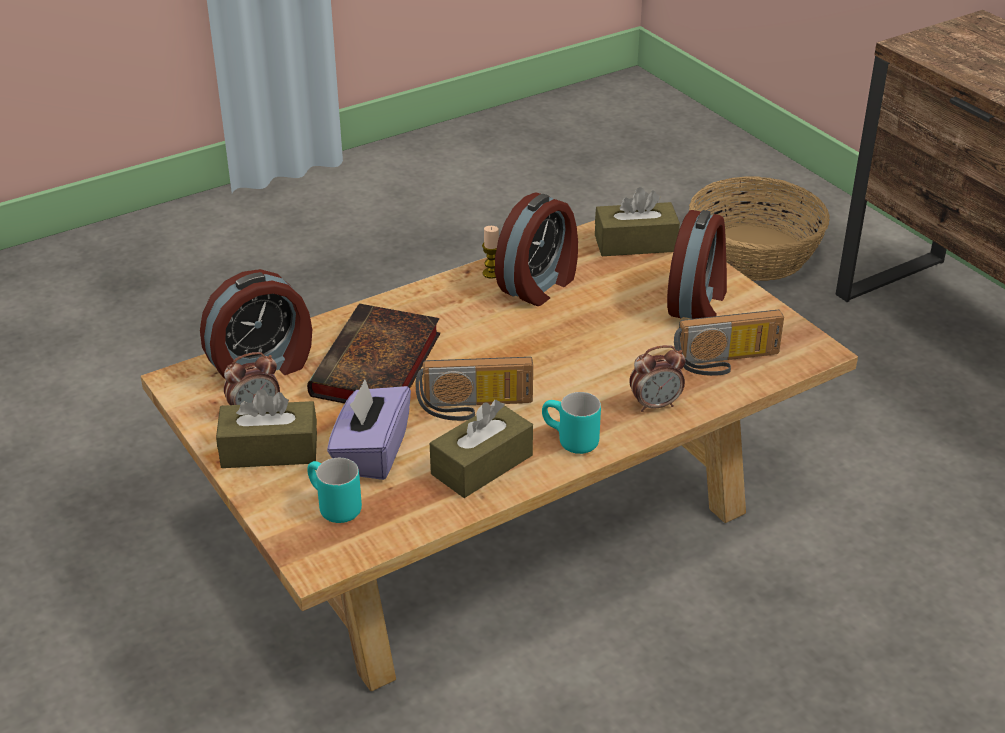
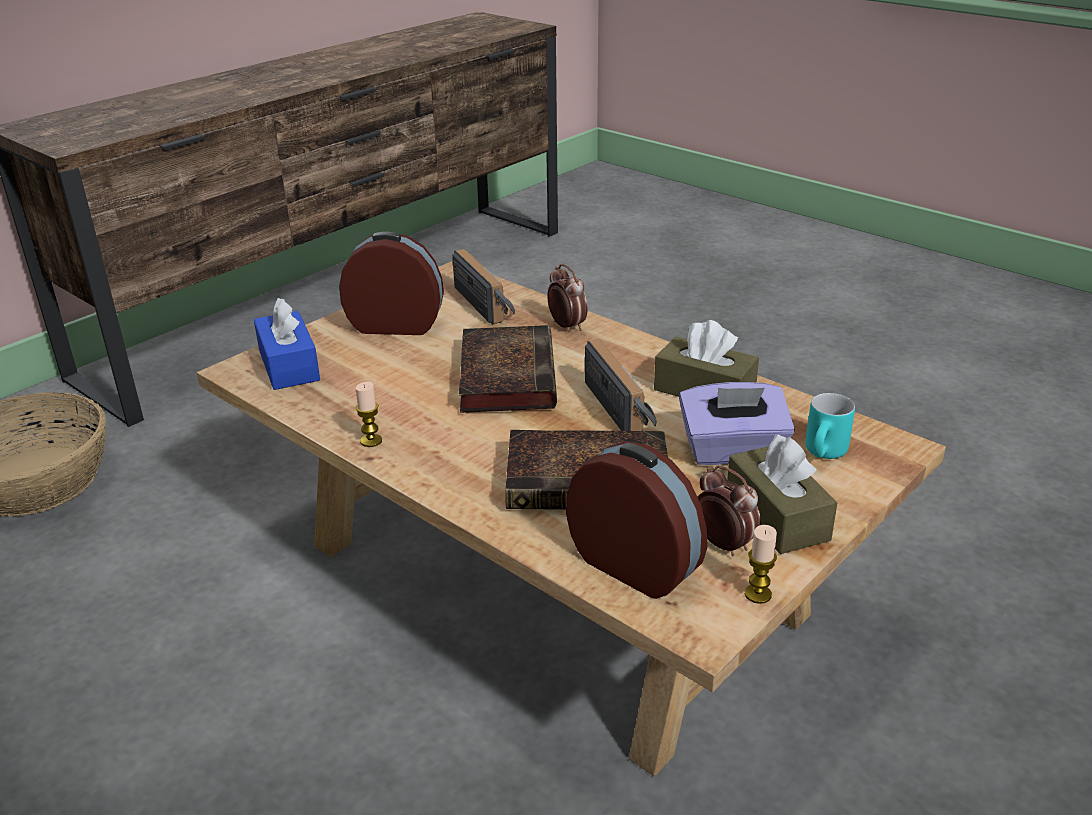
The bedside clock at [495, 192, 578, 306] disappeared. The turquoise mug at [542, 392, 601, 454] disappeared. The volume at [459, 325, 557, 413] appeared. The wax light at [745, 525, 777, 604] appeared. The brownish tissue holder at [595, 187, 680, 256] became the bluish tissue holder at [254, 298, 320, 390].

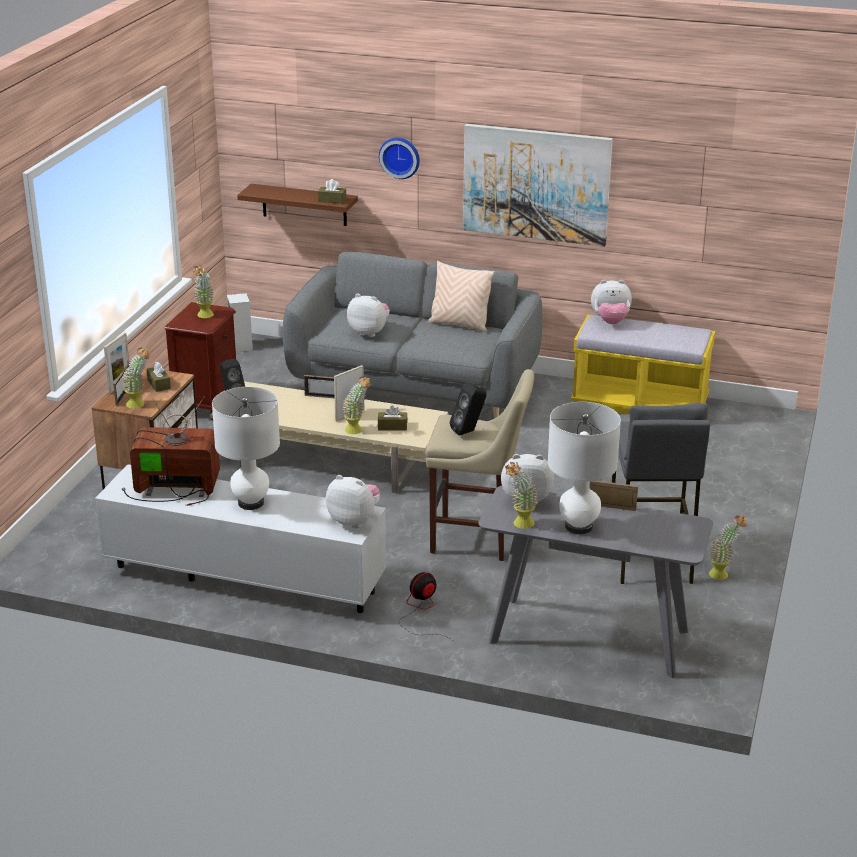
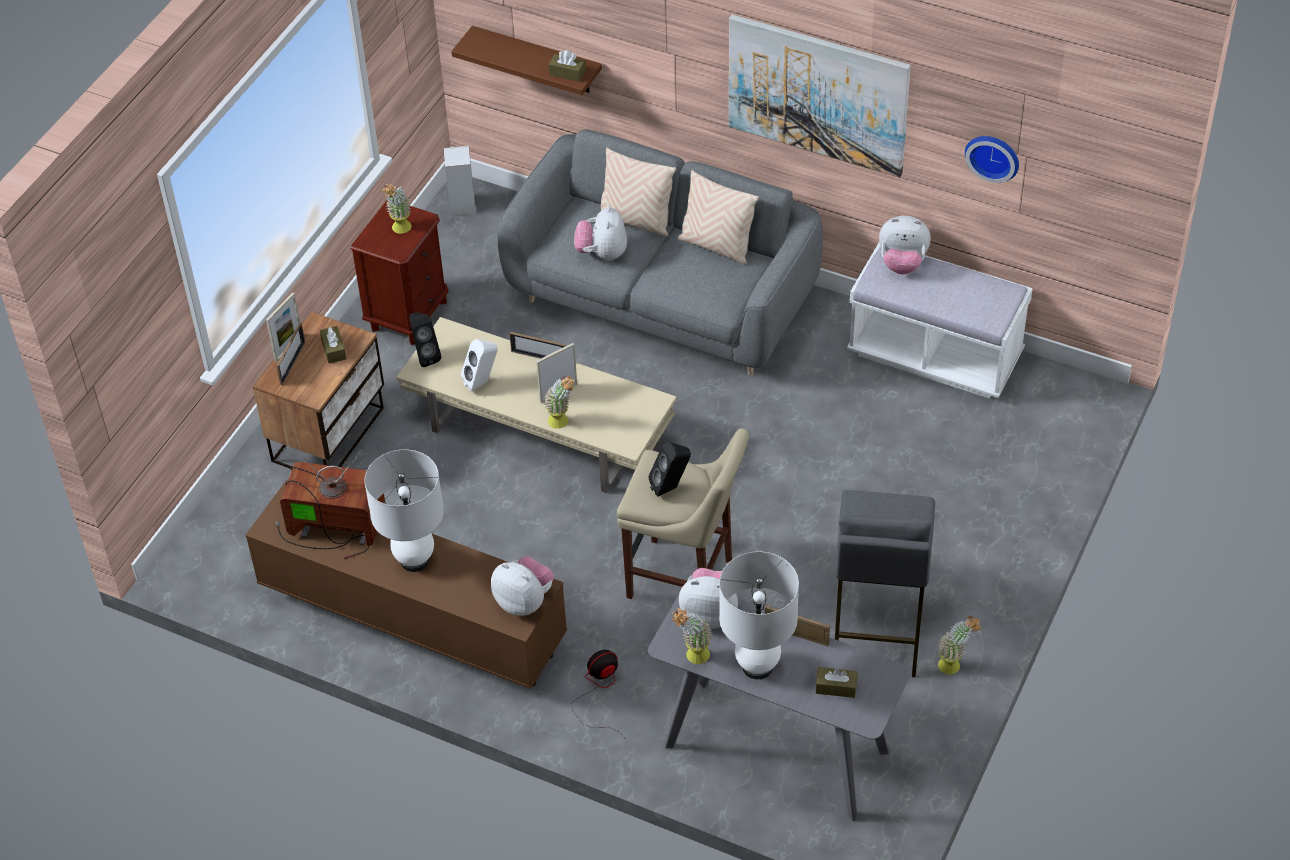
The potted plant at [122, 347, 150, 409] disappeared. The white-coloured audio speaker at [461, 339, 497, 392] appeared. The beige cushion at [597, 147, 676, 236] appeared. The brownish tissue holder moved from [378, 405, 407, 431] to [816, 667, 858, 698]. The clock on the wall moved from [379, 138, 420, 179] to [965, 136, 1019, 183]. The white-coloured media console at [95, 464, 386, 613] became the brownish media console at [245, 480, 567, 689]. The yellowish indoor bench at [571, 315, 715, 414] became the white-coloured indoor bench at [847, 243, 1033, 398]. The soft toy at [347, 293, 390, 337] turned 120 degrees counterclockwise.

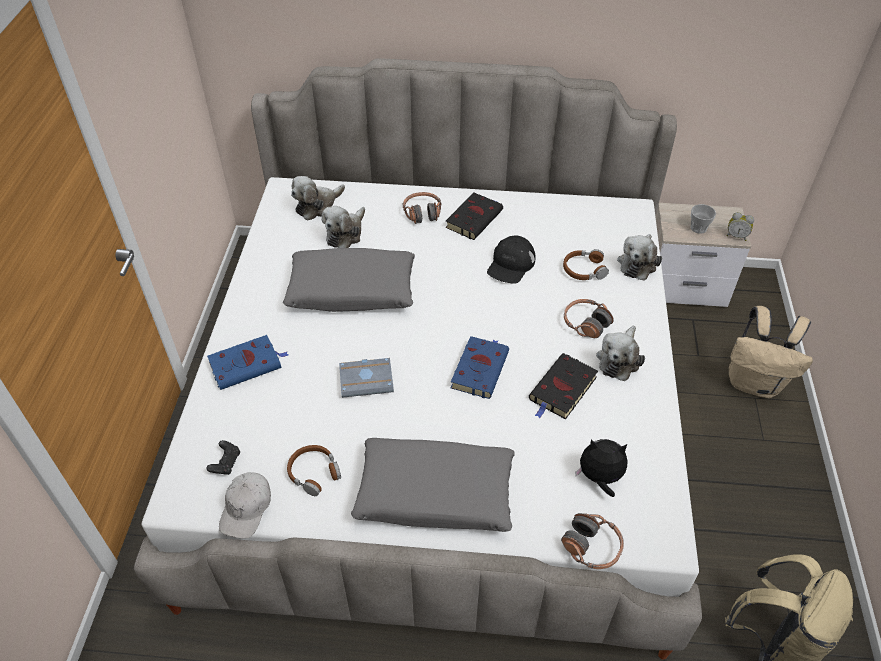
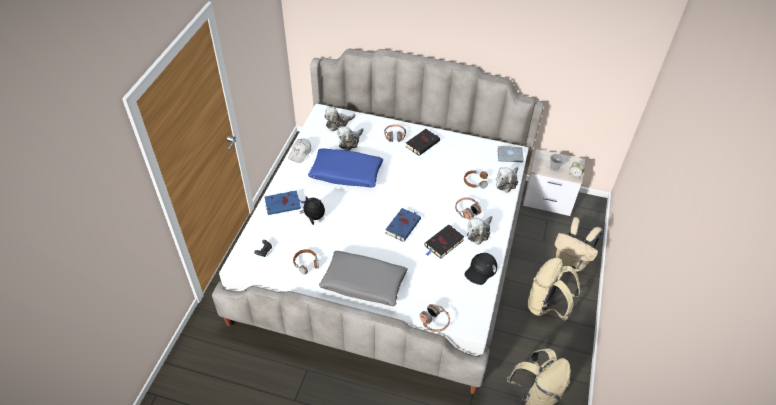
The beige rucksack at [528, 258, 580, 321] appeared. The white-coloured baseball cap moved from [219, 472, 271, 539] to [288, 138, 311, 163]. The grey volume moved from [339, 358, 394, 398] to [497, 146, 524, 162]. The blackish baseball cap moved from [487, 236, 536, 284] to [464, 253, 497, 285]. The soft toy moved from [575, 439, 627, 497] to [300, 196, 325, 225]. The grey cushion at [283, 248, 415, 312] became the bluish cushion at [308, 148, 383, 188].

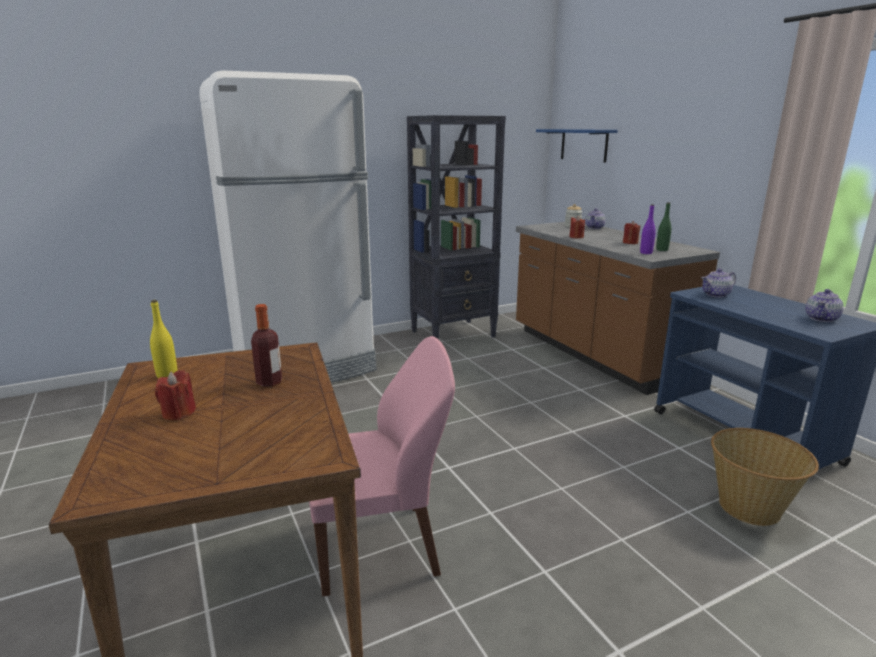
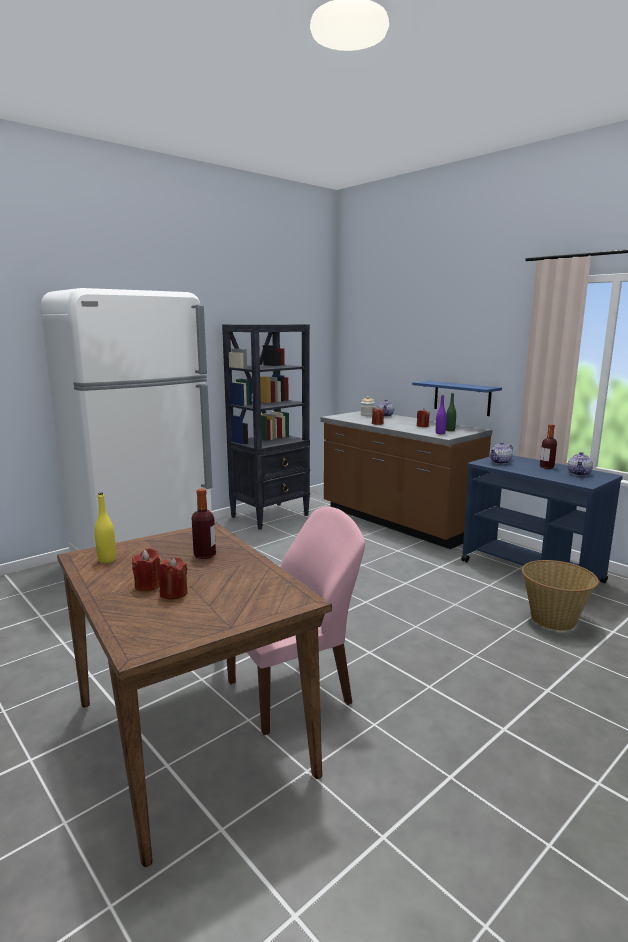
The reddish wax light at [159, 557, 188, 599] appeared. The bottle at [540, 424, 557, 469] appeared. The bluish shelf moved from [536, 129, 618, 163] to [412, 381, 502, 416].

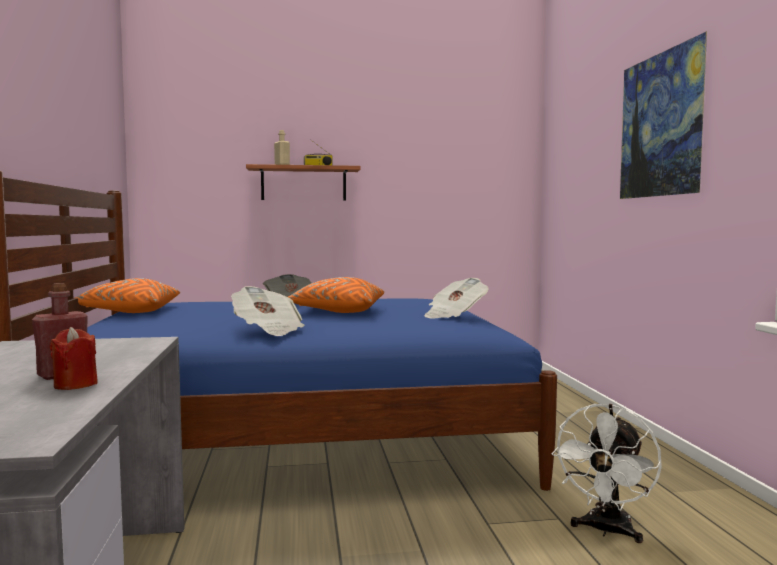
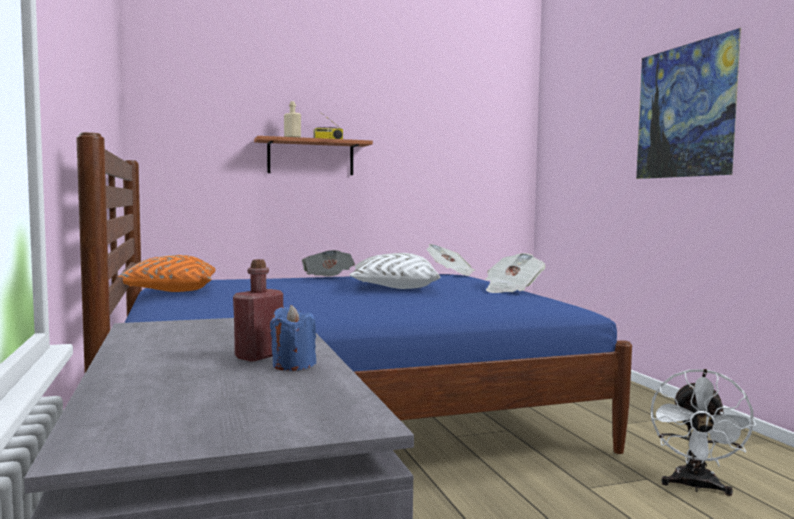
The printed paper moved from [231, 286, 305, 336] to [427, 244, 475, 276]. The reddish wax light at [50, 327, 98, 390] became the bluish wax light at [270, 305, 316, 371]. The orange cushion at [288, 277, 384, 313] became the white-coloured cushion at [350, 253, 440, 289].

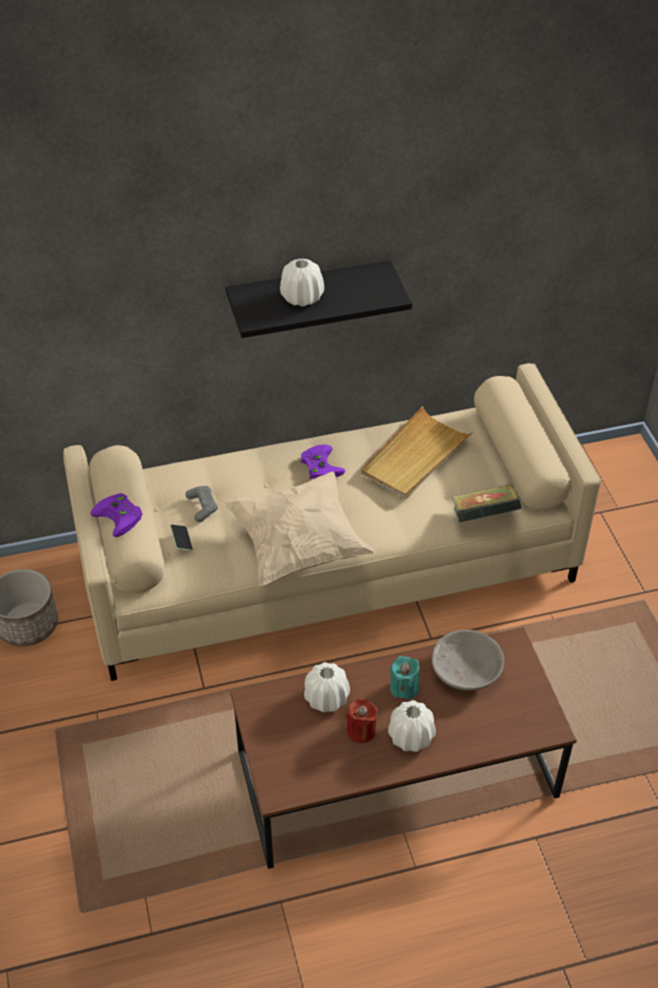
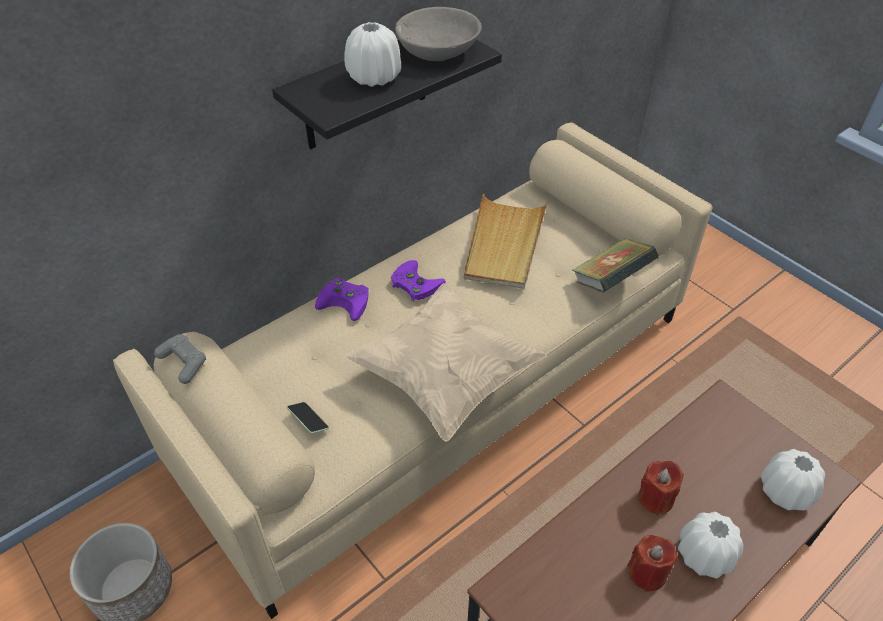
The purple joypad moved from [90, 493, 142, 537] to [315, 278, 369, 321]. The grey joypad moved from [185, 486, 218, 522] to [154, 334, 206, 384]. The white-coloured vase moved from [304, 662, 350, 712] to [761, 449, 825, 511]. The grey serving bowl moved from [432, 630, 504, 691] to [395, 7, 482, 61]. The turquoise wax light at [390, 656, 419, 700] became the reddish wax light at [639, 461, 684, 515].

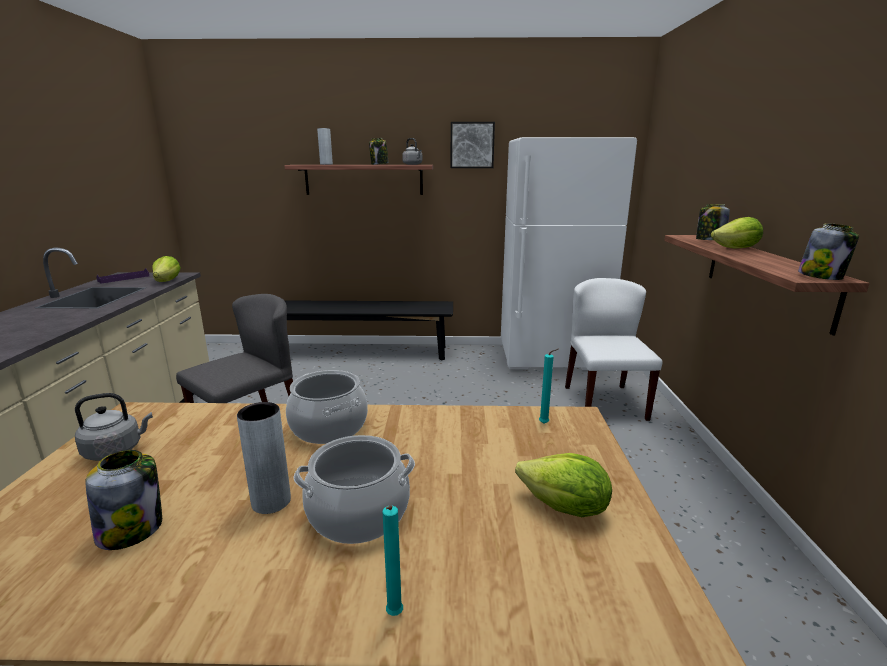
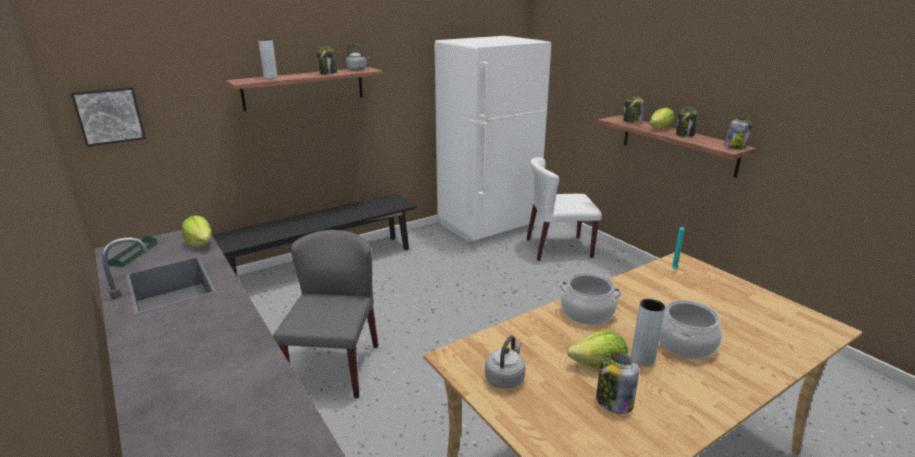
The turquoise wax light at [383, 506, 403, 616] disappeared. The storage jar at [676, 107, 697, 137] appeared. The wall art moved from [451, 122, 495, 168] to [71, 87, 146, 147]. The lettuce head moved from [515, 453, 612, 517] to [567, 331, 628, 368]. The purple tray at [96, 268, 149, 284] became the green tray at [108, 235, 157, 267]. The white-coloured chair at [565, 278, 663, 421] turned 60 degrees counterclockwise.

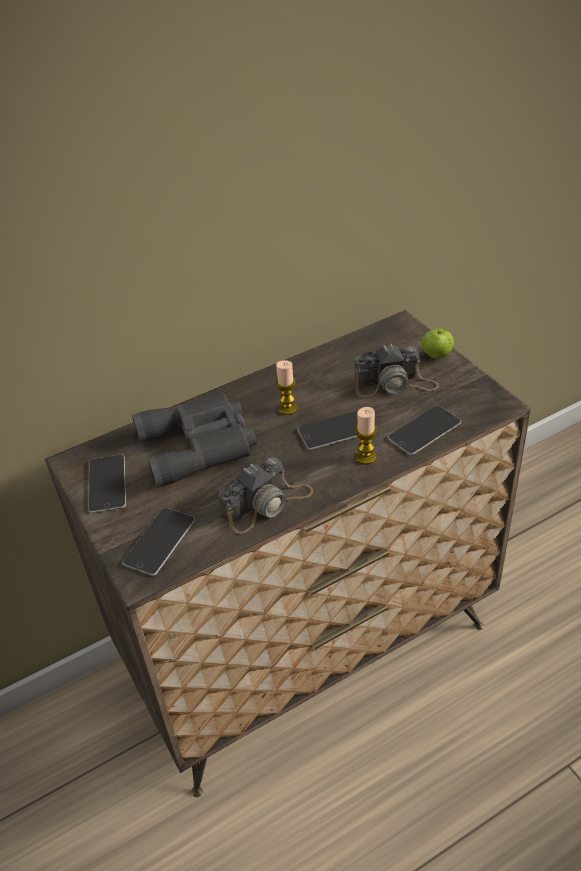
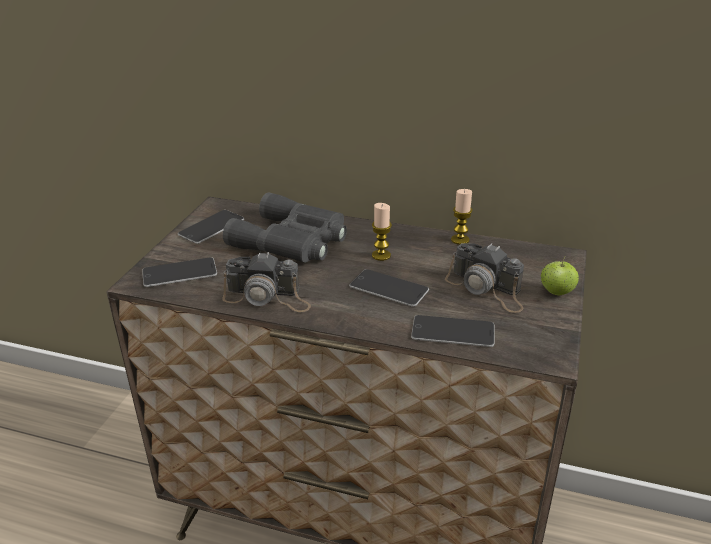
The wax light moved from [355, 407, 377, 465] to [451, 189, 473, 245].

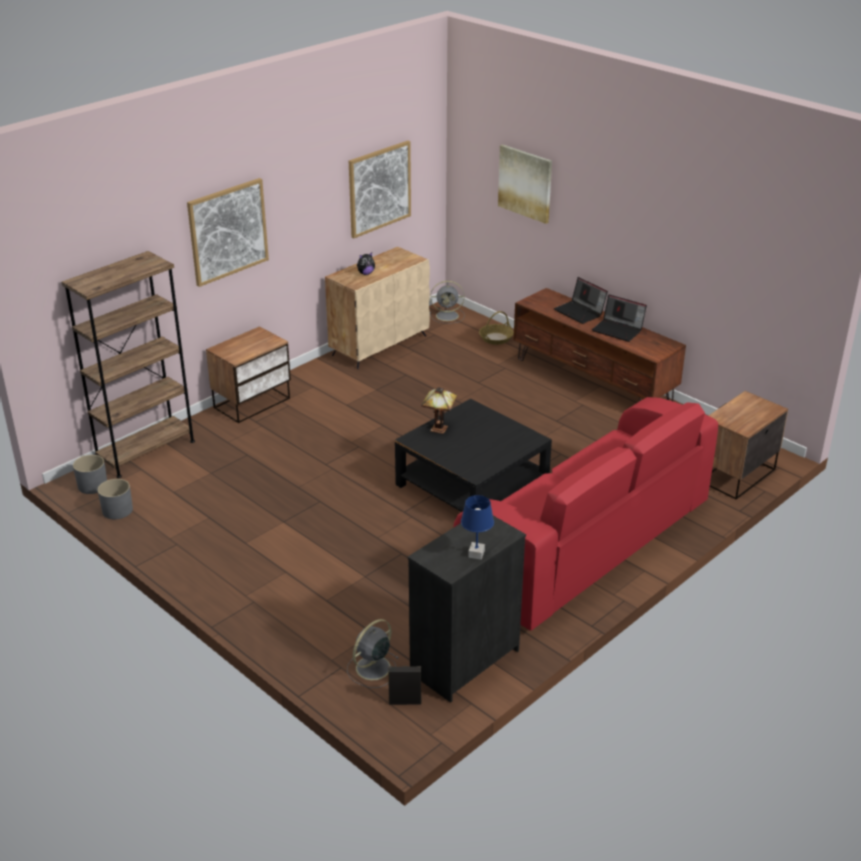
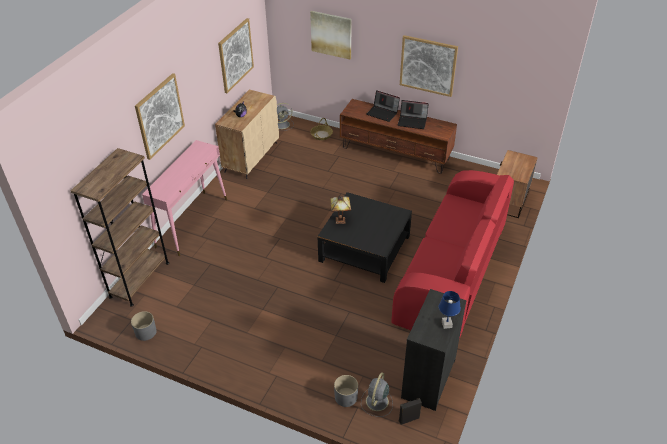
The wall art at [400, 35, 458, 97] appeared. The grey planter moved from [73, 455, 107, 494] to [334, 375, 358, 407]. The nightstand at [206, 326, 291, 423] was replaced by the pink-coloured hall table at [142, 140, 227, 256].

